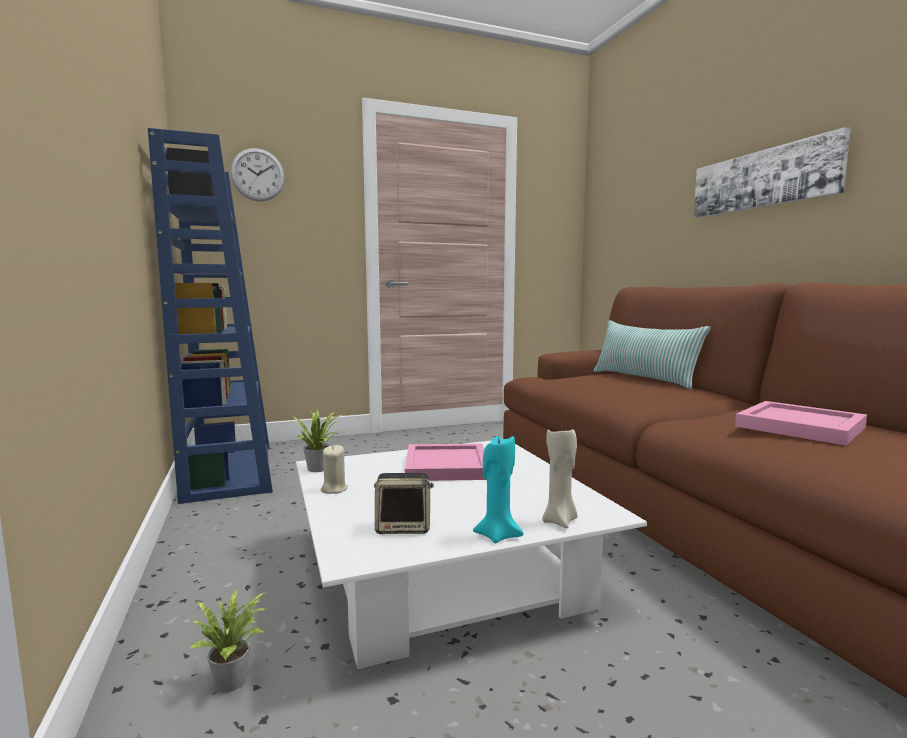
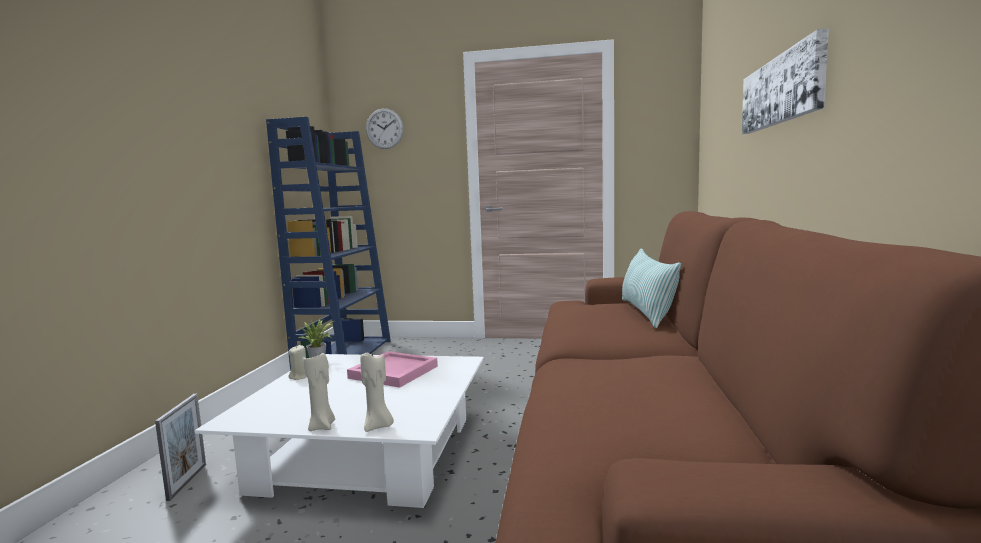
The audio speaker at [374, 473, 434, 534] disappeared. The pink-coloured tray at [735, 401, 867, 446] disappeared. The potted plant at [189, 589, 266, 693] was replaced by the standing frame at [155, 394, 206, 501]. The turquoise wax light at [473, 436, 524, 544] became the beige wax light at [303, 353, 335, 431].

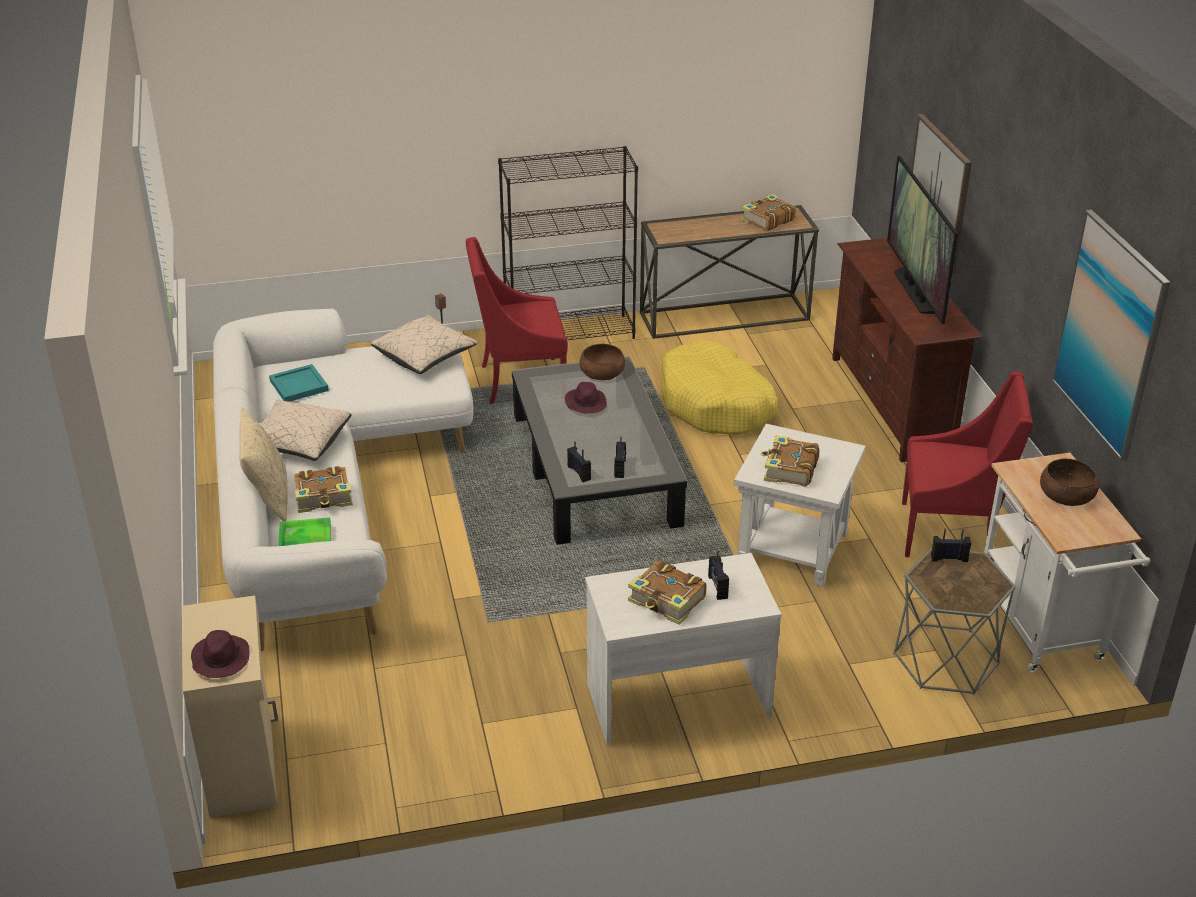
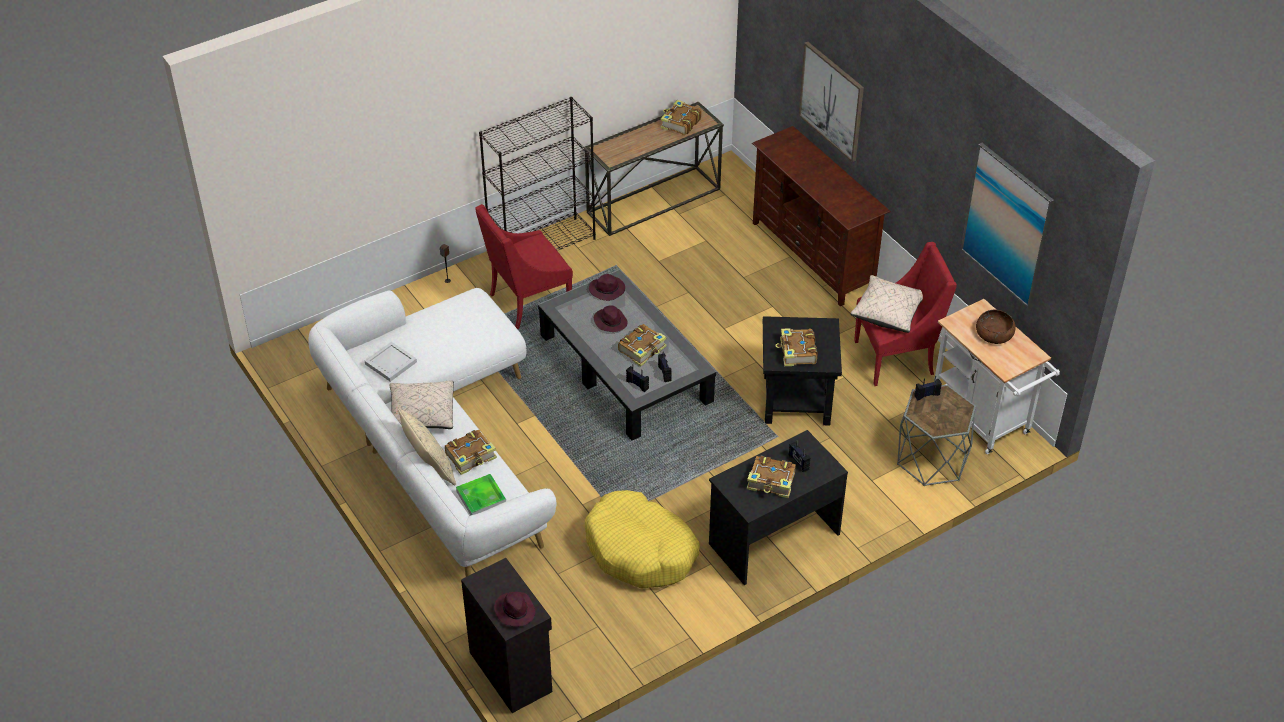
The TV at [887, 156, 958, 324] disappeared. The volume at [618, 324, 666, 367] appeared. The beige cushion moved from [371, 315, 478, 374] to [851, 275, 923, 333]. The yellowish dog cushion moved from [661, 340, 778, 435] to [585, 490, 700, 589]. The brownish serving bowl at [579, 344, 625, 380] was replaced by the purple clothing hat at [589, 274, 625, 301]. The beige storage cabinet at [182, 596, 278, 818] became the blackish storage cabinet at [461, 558, 552, 713]. The turquoise tray at [269, 364, 329, 402] became the white-coloured tray at [365, 342, 417, 382]. The white-coloured desk unit at [585, 553, 781, 745] became the blackish desk unit at [709, 430, 848, 585]. The white-coloured side table at [734, 424, 866, 587] became the blackish side table at [763, 316, 842, 425].

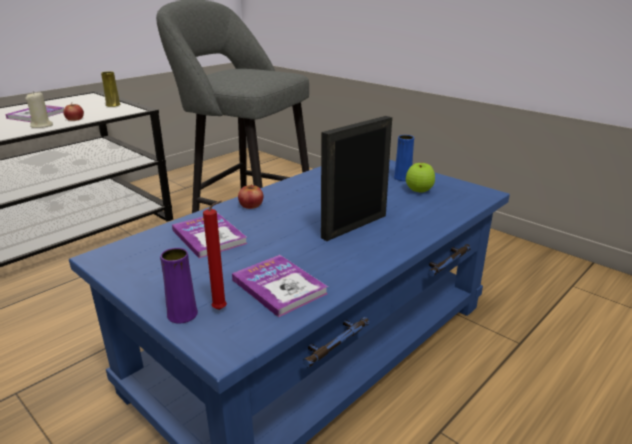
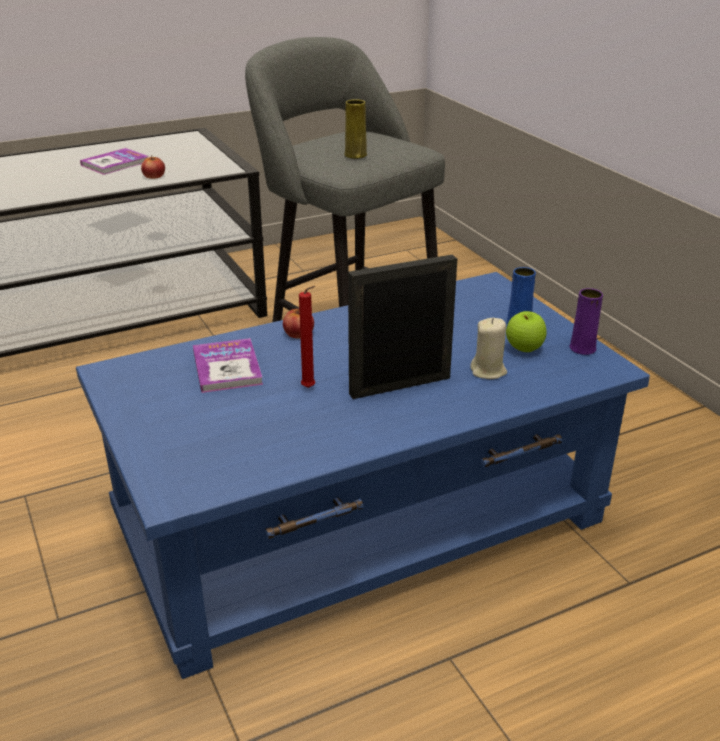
The volume at [232, 255, 328, 317] disappeared. The beige wax light moved from [25, 91, 53, 128] to [470, 318, 507, 379]. The yellowish vase moved from [101, 71, 120, 107] to [344, 99, 367, 159]. The purple vase moved from [160, 248, 198, 323] to [570, 288, 603, 355]. The reddish wax light moved from [203, 200, 227, 310] to [299, 286, 315, 388].

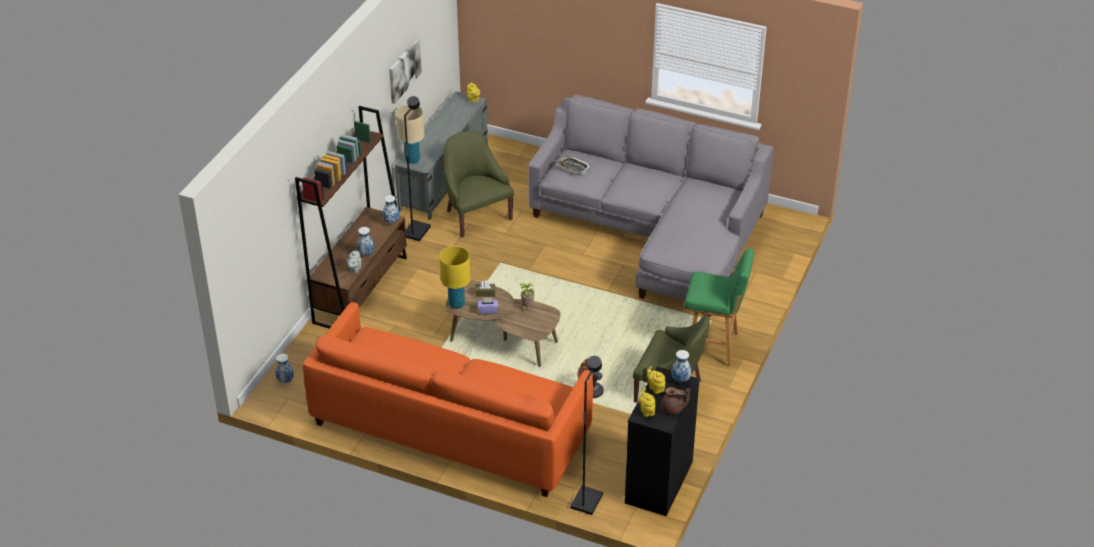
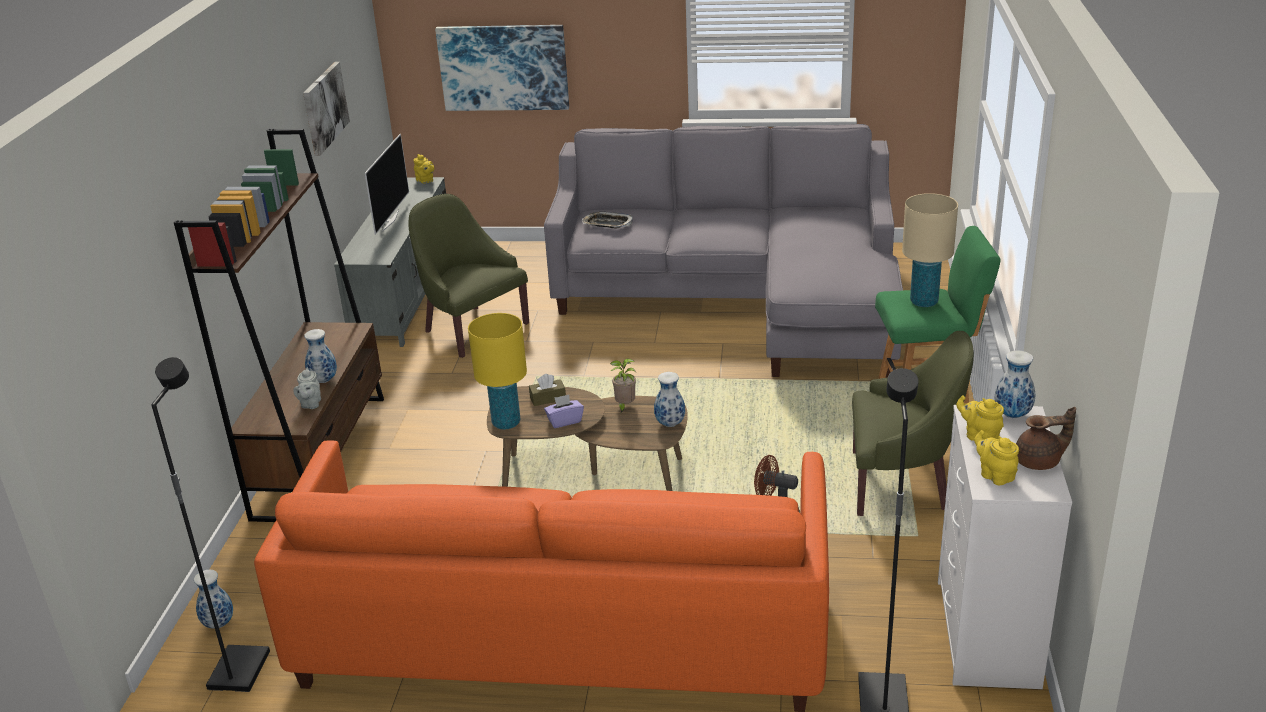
The TV at [365, 134, 409, 235] appeared. The wall art at [435, 25, 569, 111] appeared. The vase moved from [382, 195, 399, 224] to [654, 372, 685, 427]. The beige tabletop lamp moved from [396, 105, 425, 164] to [902, 193, 958, 307]. The blackish standing lamp moved from [404, 96, 431, 241] to [151, 357, 270, 692]. The blackish chest of drawers at [625, 367, 700, 516] became the white-coloured chest of drawers at [938, 405, 1072, 689].

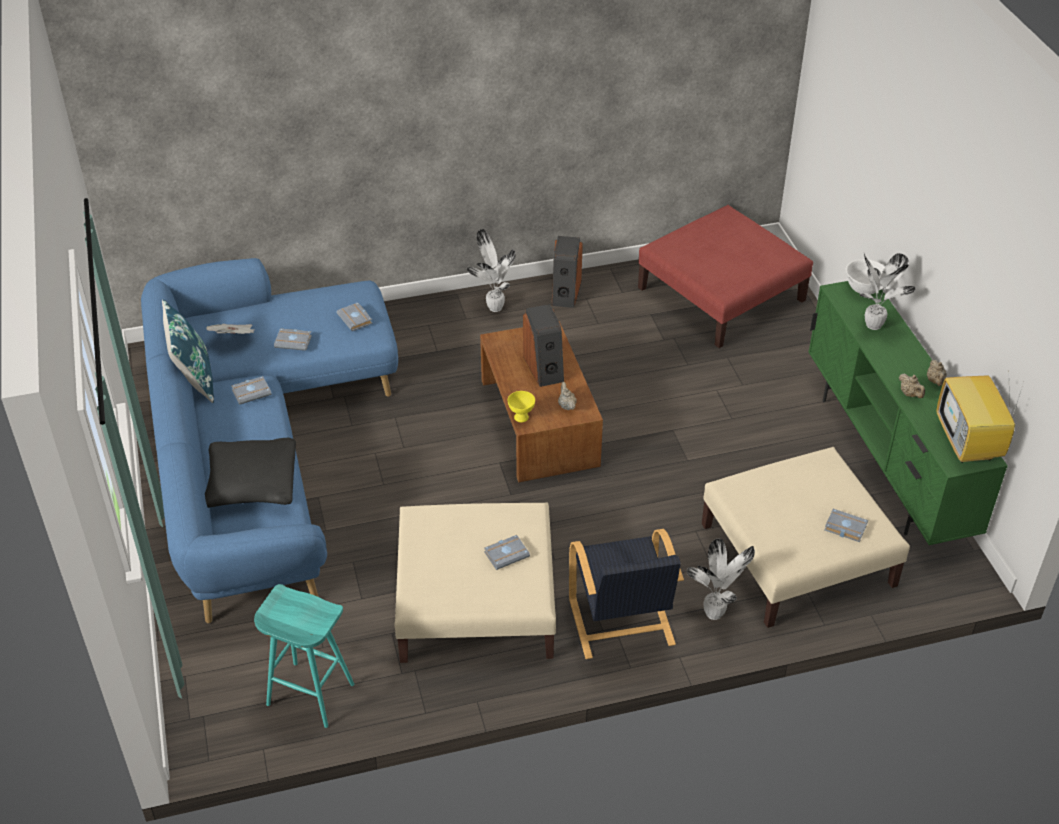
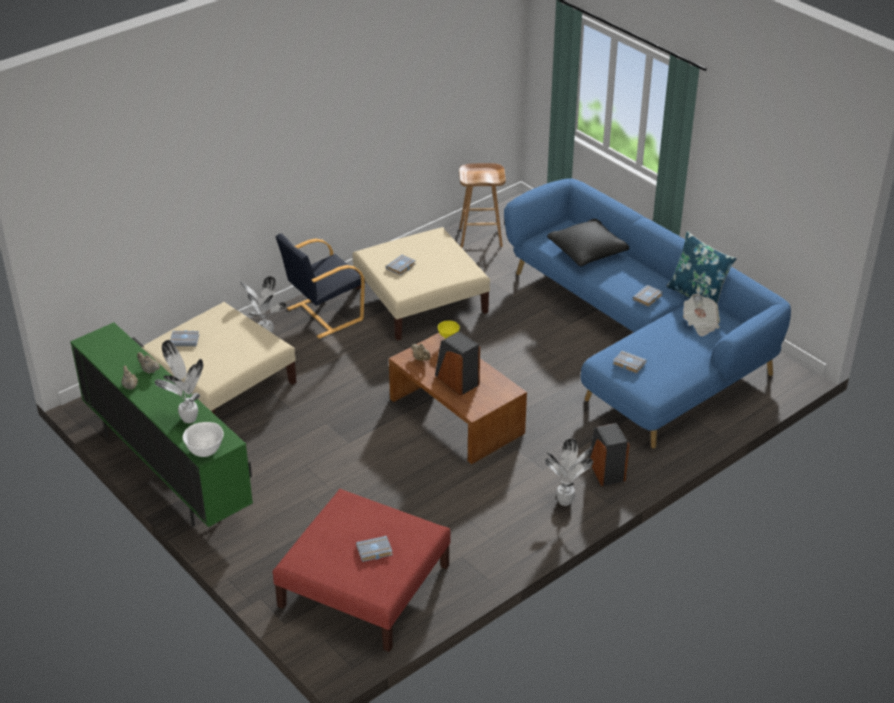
The TV at [936, 375, 1024, 463] disappeared. The grey volume moved from [274, 329, 312, 351] to [356, 536, 393, 562]. The audio speaker moved from [552, 236, 583, 308] to [588, 423, 629, 486]. The turquoise stool at [254, 584, 354, 728] became the brownish stool at [459, 163, 506, 248]. The blackish armchair at [569, 529, 684, 659] turned 90 degrees counterclockwise.

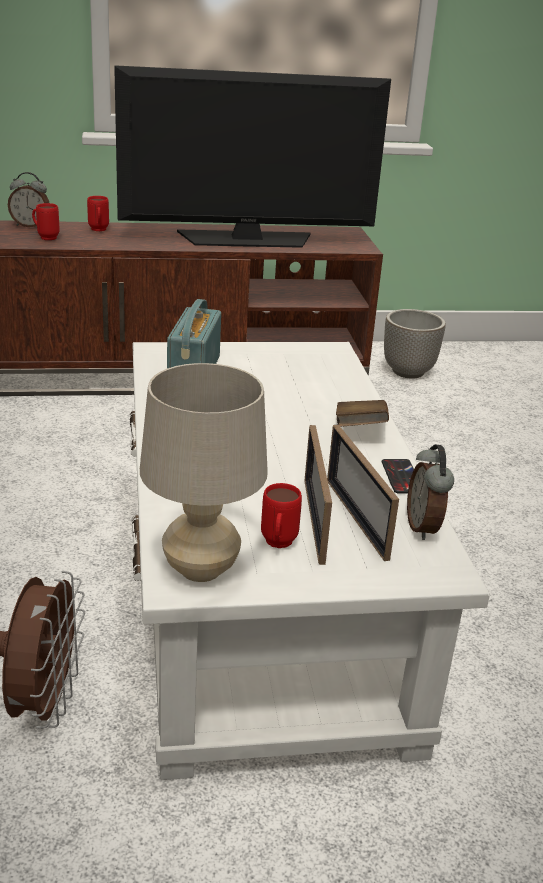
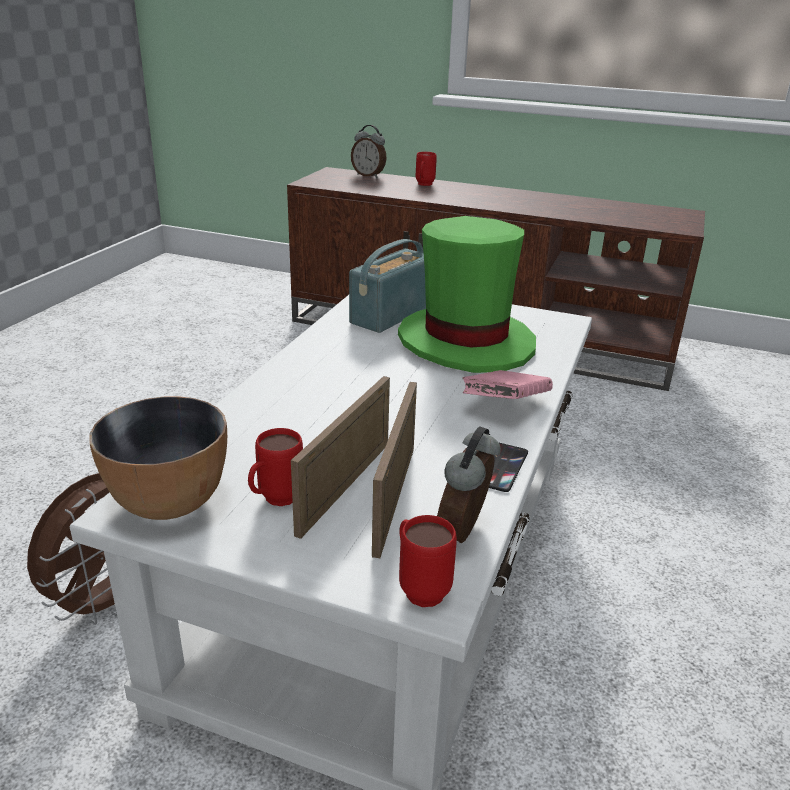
The TV at [114, 65, 391, 248] disappeared. The planter at [384, 309, 446, 378] disappeared. The green clothing hat at [398, 216, 536, 373] appeared. The reddish mug moved from [32, 203, 60, 240] to [399, 515, 457, 607]. The beige tabletop lamp at [140, 363, 268, 582] was replaced by the serving bowl at [89, 397, 227, 520]. The brownish volume at [336, 400, 389, 427] became the pink-coloured volume at [463, 370, 553, 399].

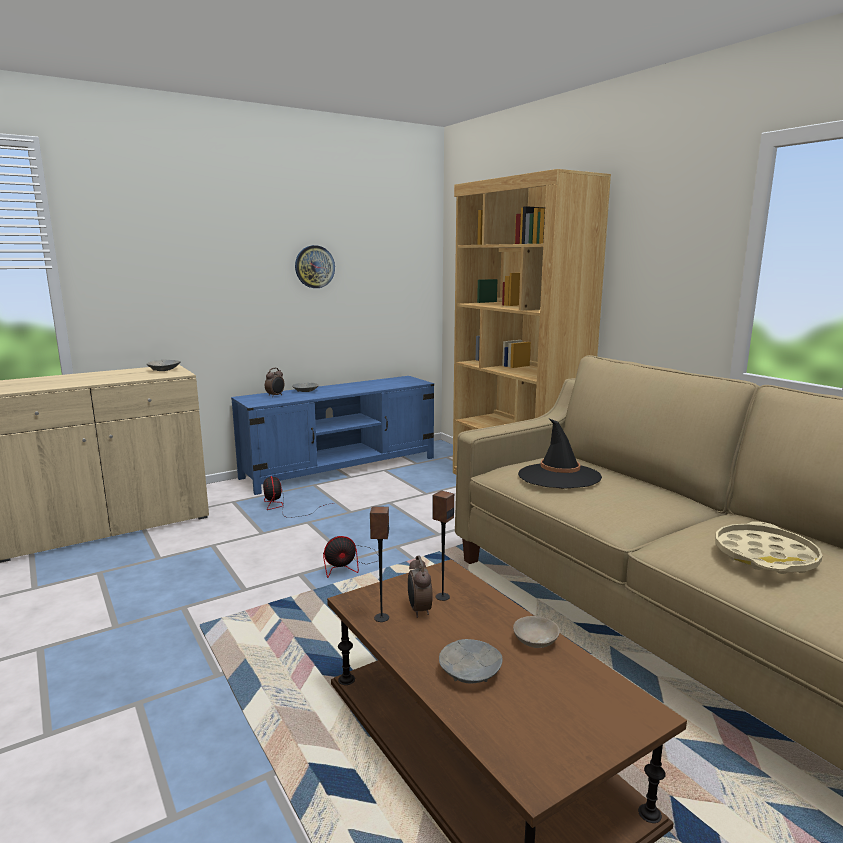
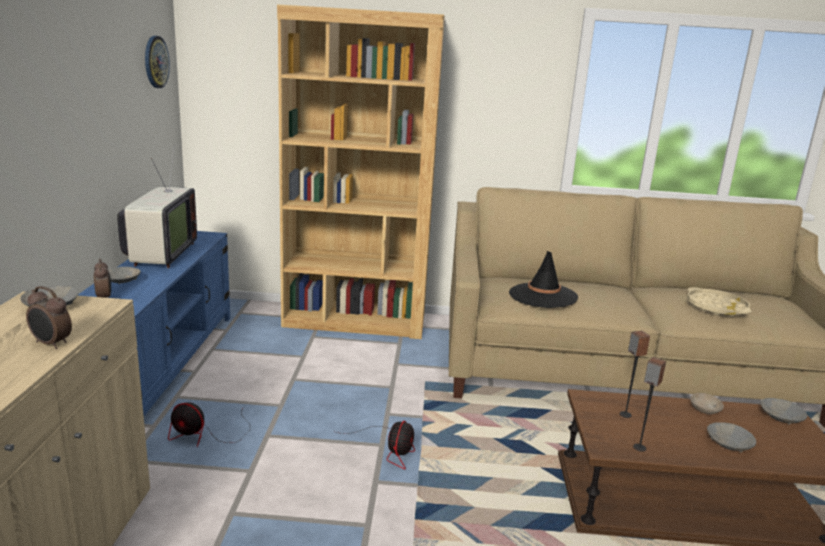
The TV at [117, 144, 197, 268] appeared. The grey serving bowl at [761, 398, 807, 425] appeared. The clock on the wall moved from [295, 245, 335, 288] to [145, 36, 170, 88]. The bedside clock moved from [408, 555, 433, 618] to [26, 286, 72, 349].

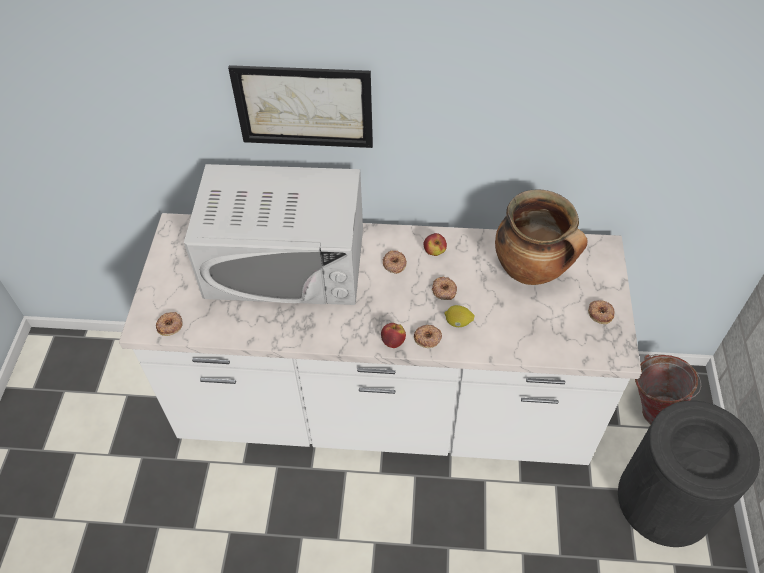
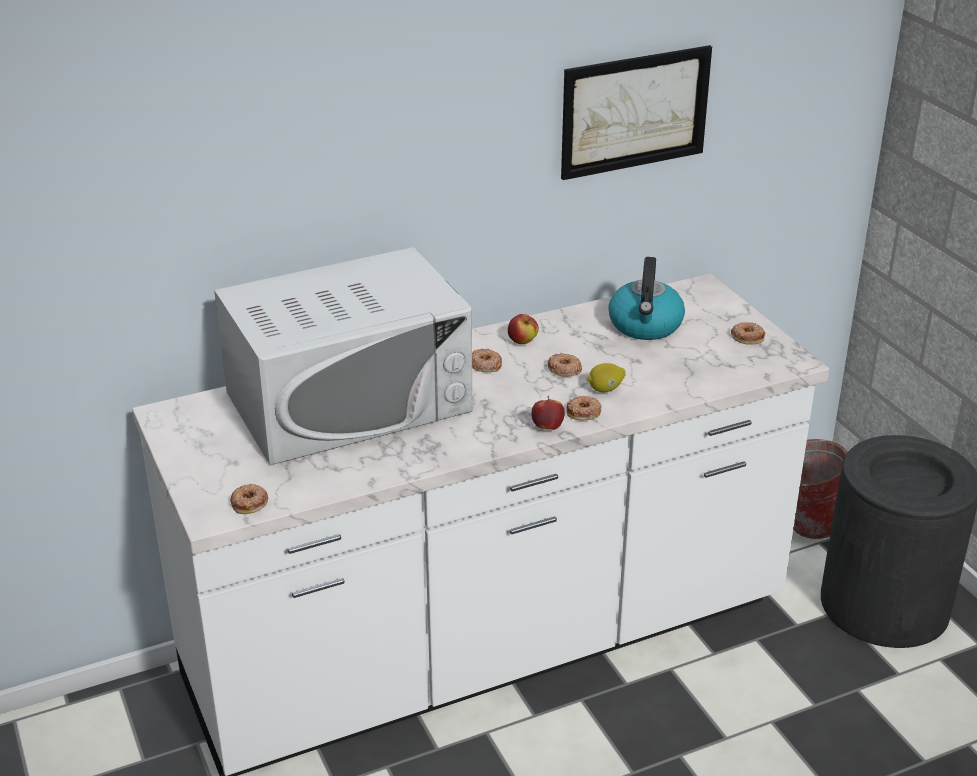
The wall art moved from [228, 65, 373, 148] to [561, 45, 712, 180]. The saucepot at [495, 189, 588, 285] was replaced by the water kettle at [608, 257, 685, 340].

